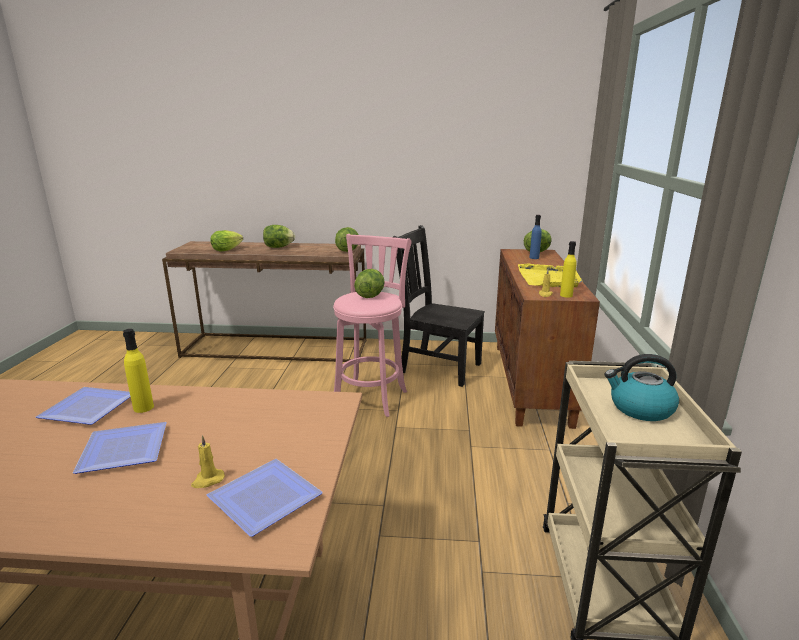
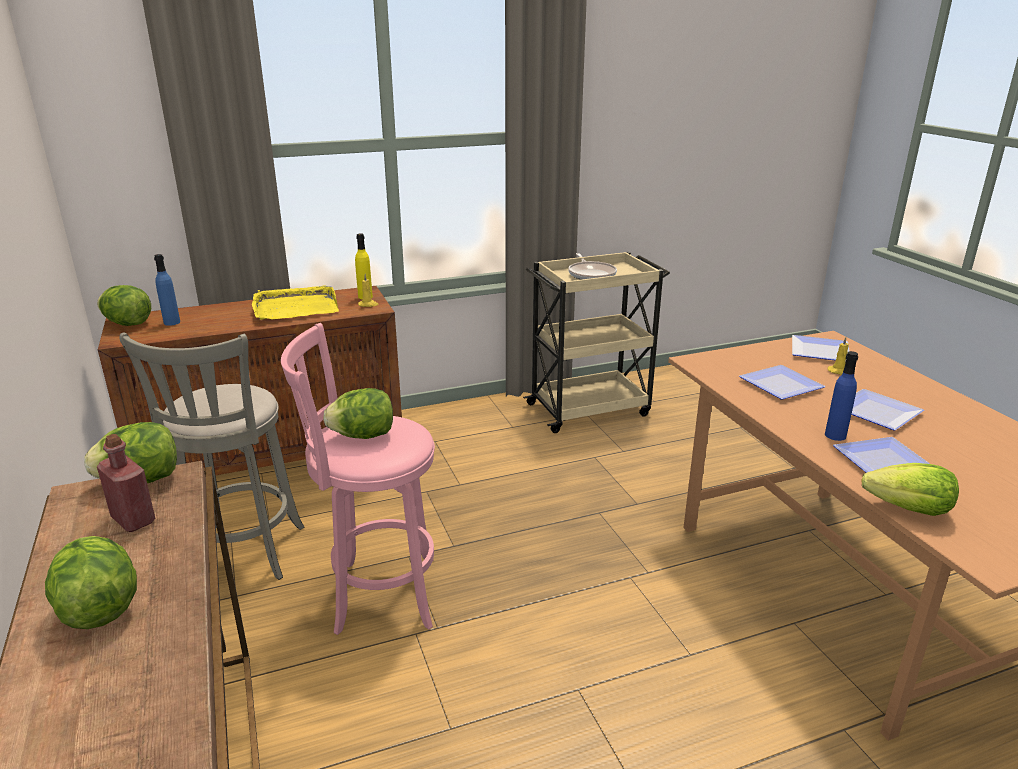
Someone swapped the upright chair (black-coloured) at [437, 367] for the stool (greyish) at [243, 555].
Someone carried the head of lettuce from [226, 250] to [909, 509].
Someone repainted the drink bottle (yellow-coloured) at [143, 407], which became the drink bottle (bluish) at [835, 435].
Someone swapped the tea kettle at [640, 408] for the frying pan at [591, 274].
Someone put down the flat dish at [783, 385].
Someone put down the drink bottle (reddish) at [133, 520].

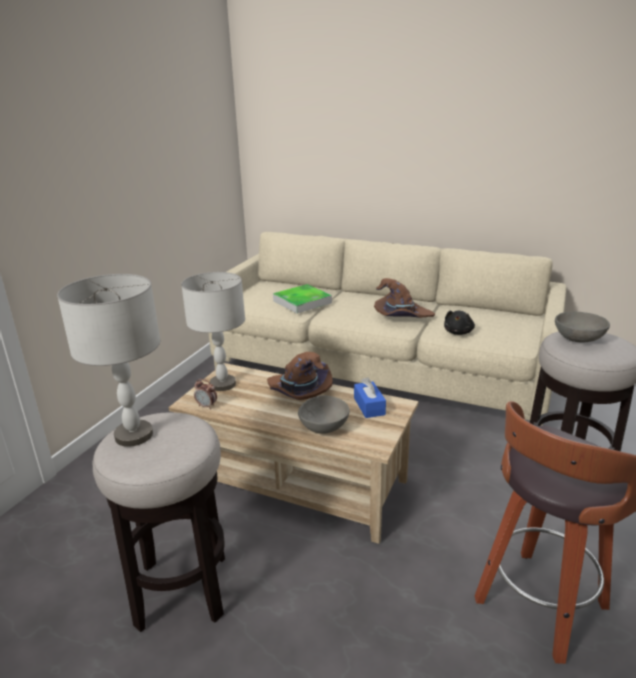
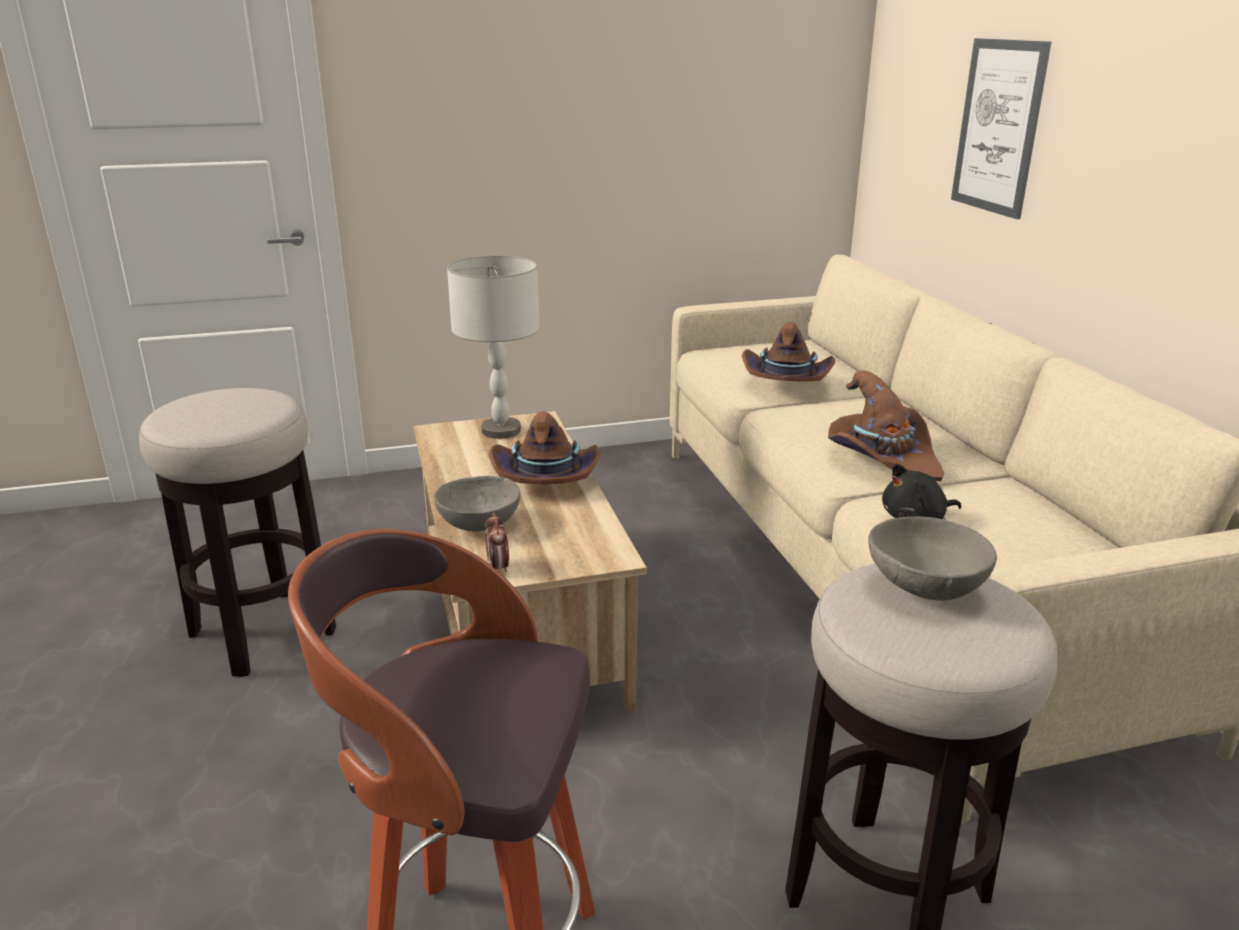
Someone took away the table lamp (greyish) at [134, 435].
Someone swapped the serving tray at [302, 302] for the hat (brown) at [786, 381].
Someone took away the tissue holder (bluish) at [369, 406].
Someone carried the alarm clock from [207, 406] to [498, 568].
Someone put up the picture at [998, 127].

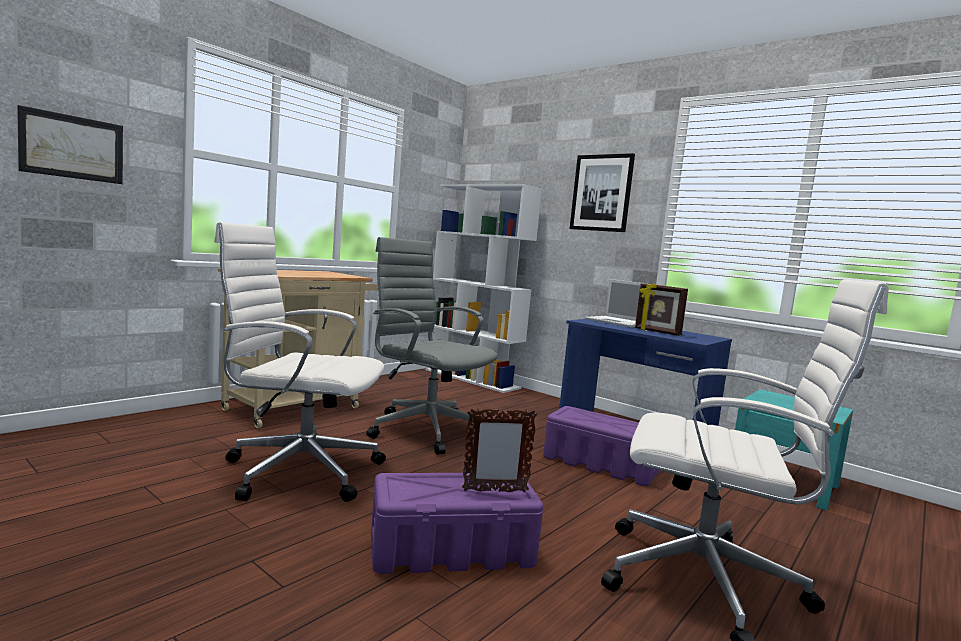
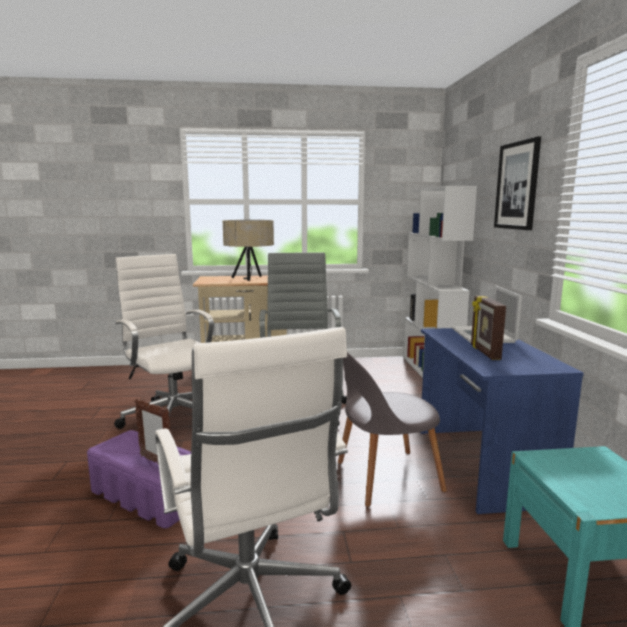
Someone took away the picture at [72, 147].
Someone swapped the storage bin (purple) at [599, 464] for the upright chair (greyish) at [384, 477].
Someone put down the table lamp (beige-coloured) at [250, 278].

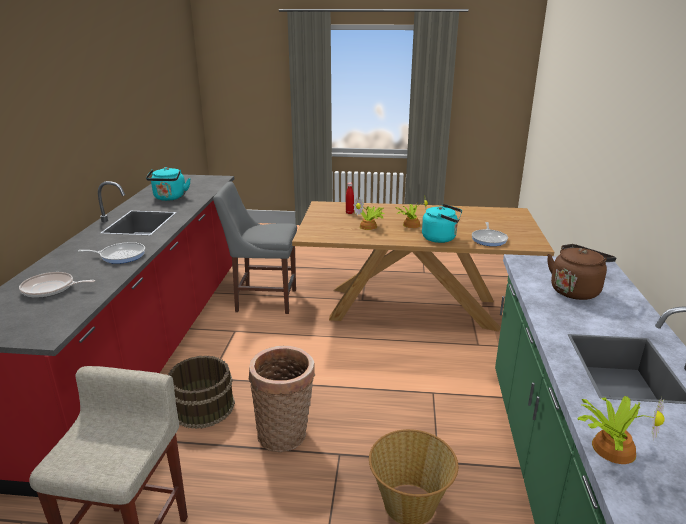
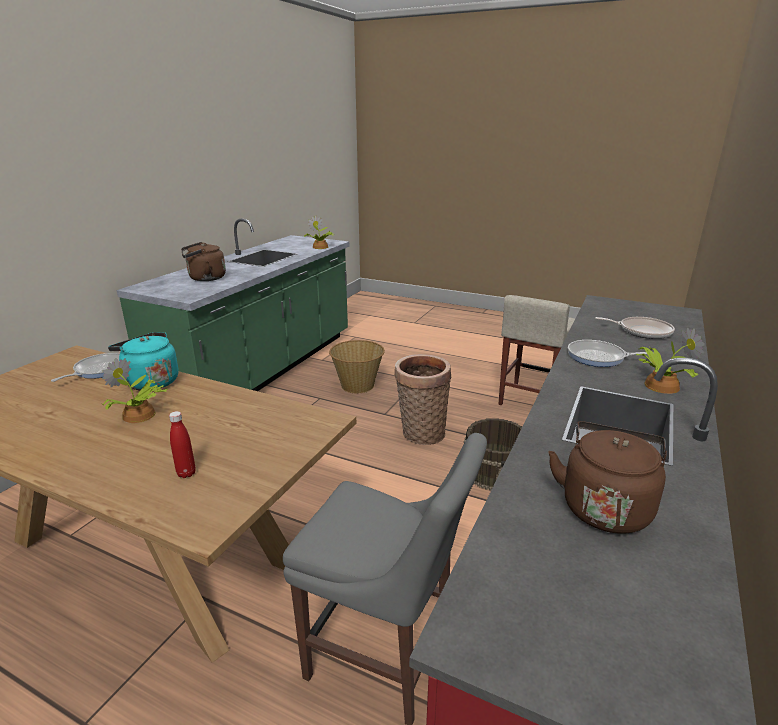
Someone repainted the tea kettle (turquoise) at [170, 198], which became the tea kettle (brown) at [605, 506].
Someone carried the potted plant from [369, 226] to [659, 385].

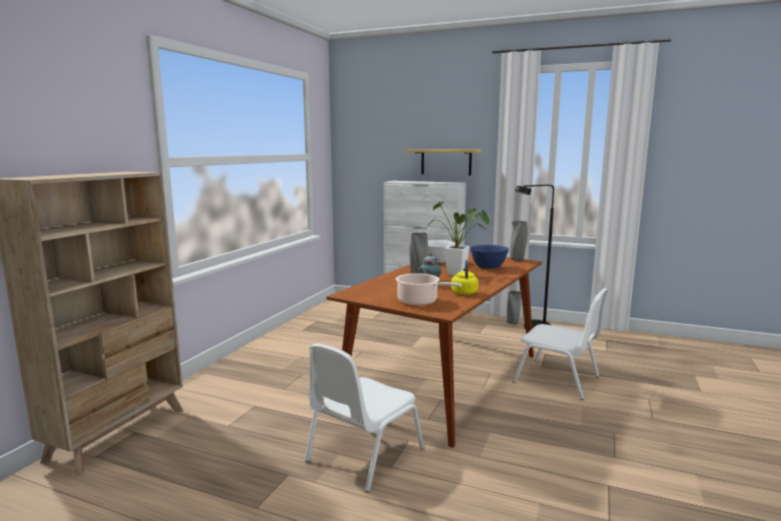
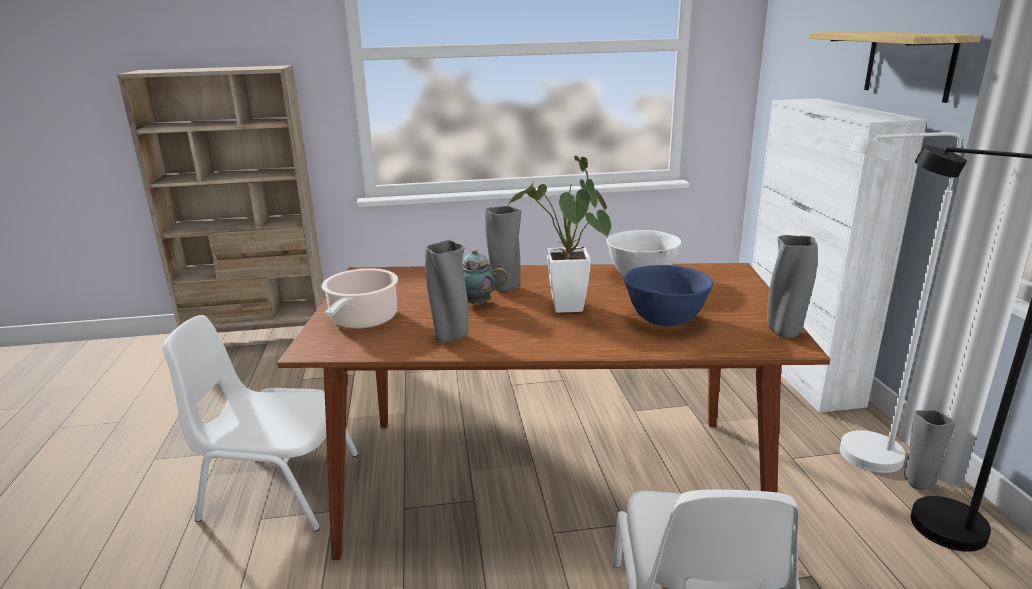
Someone swapped the tea kettle (yellow-coloured) at [464, 292] for the decorative vase (greyish) at [450, 338].
Someone put down the standard lamp (white) at [856, 458].

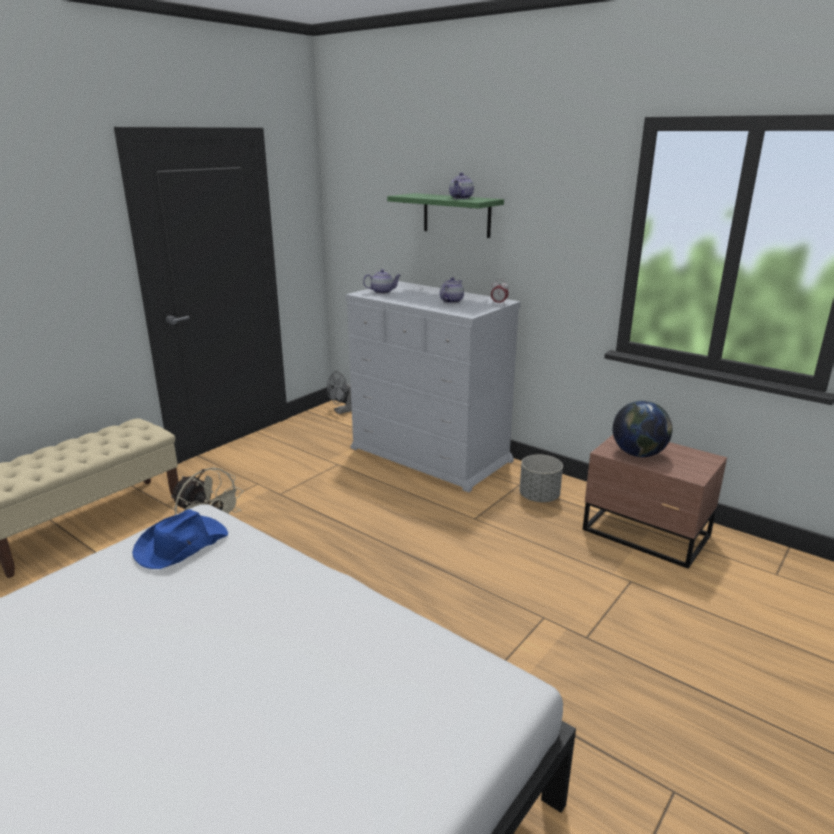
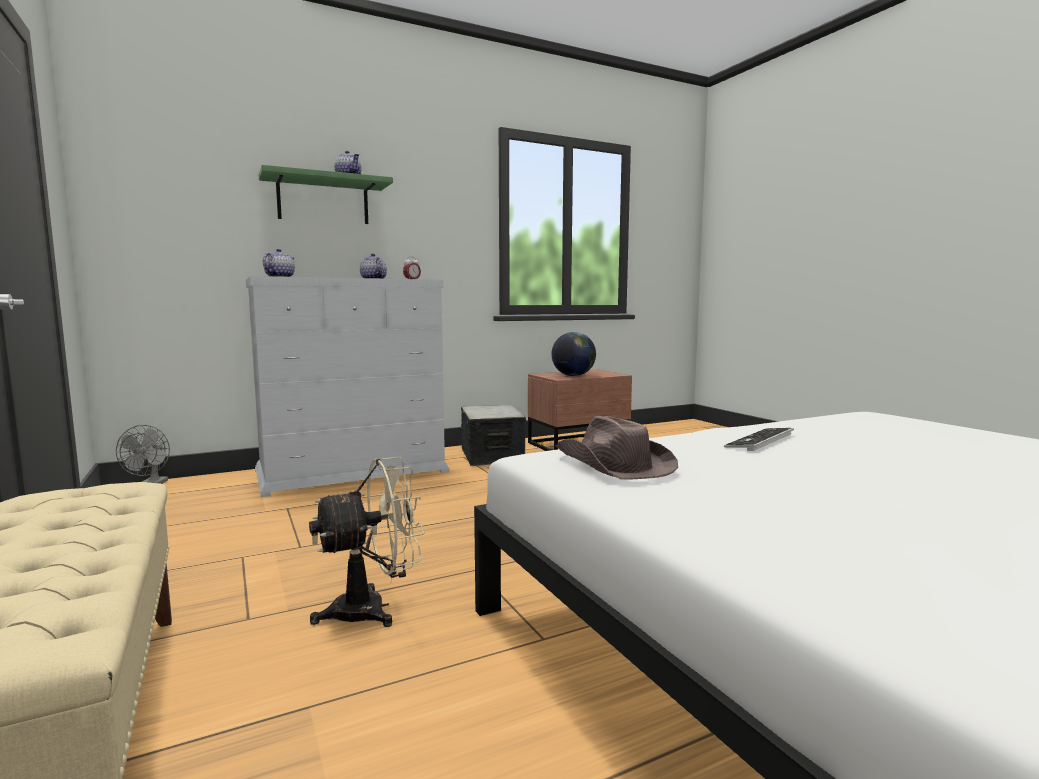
Someone swapped the planter (greyish) at [539, 497] for the storage bin at [492, 456].
Someone repainted the hat (bluish) at [180, 545], which became the hat (brown) at [613, 465].
Someone put down the keyboard at [760, 441].

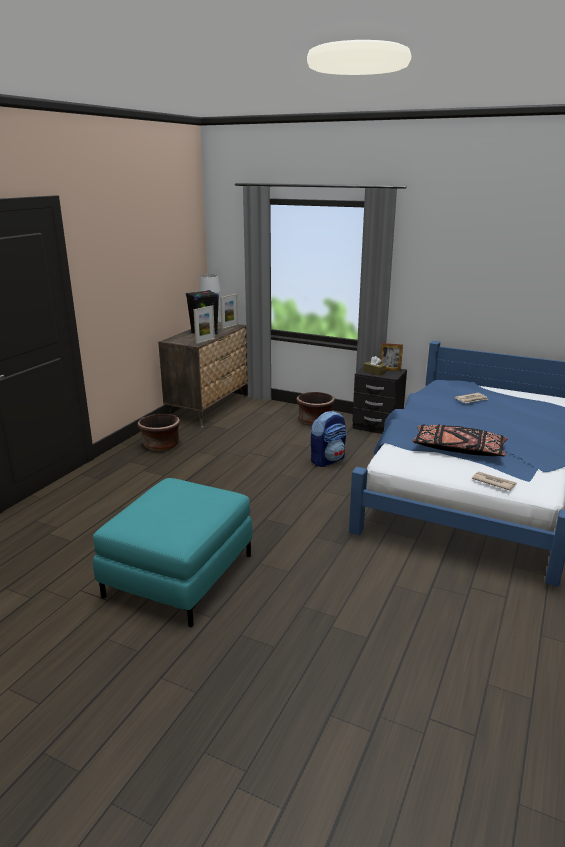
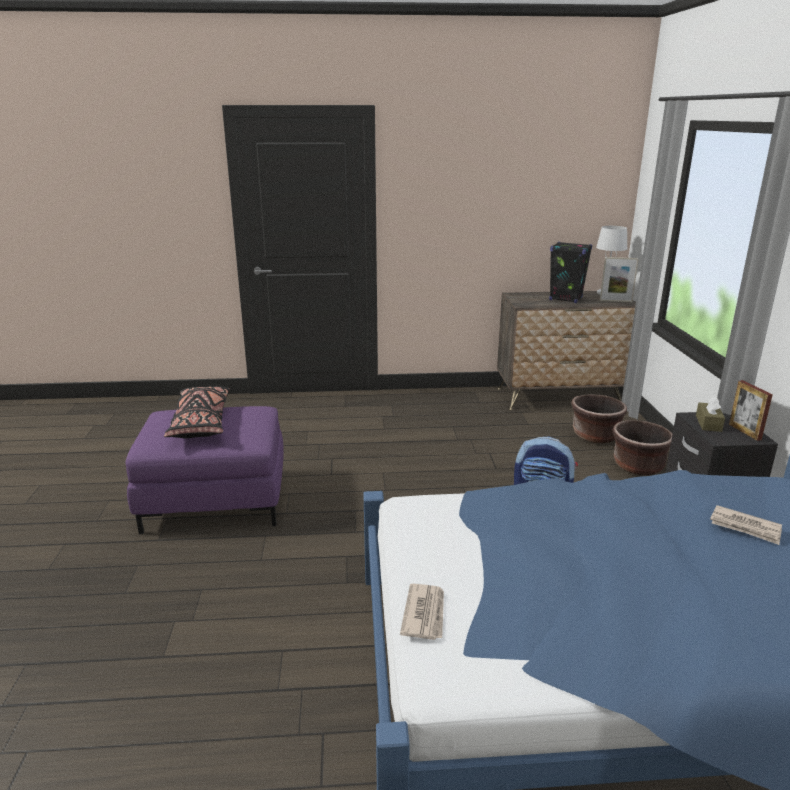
Someone took away the standing frame at [205, 341].
Someone carried the planter (brown) from [161, 445] to [595, 436].
Someone carried the cushion (black-coloured) from [458, 449] to [201, 422].
Someone repainted the ottoman (turquoise) at [179, 575], which became the ottoman (purple) at [216, 499].

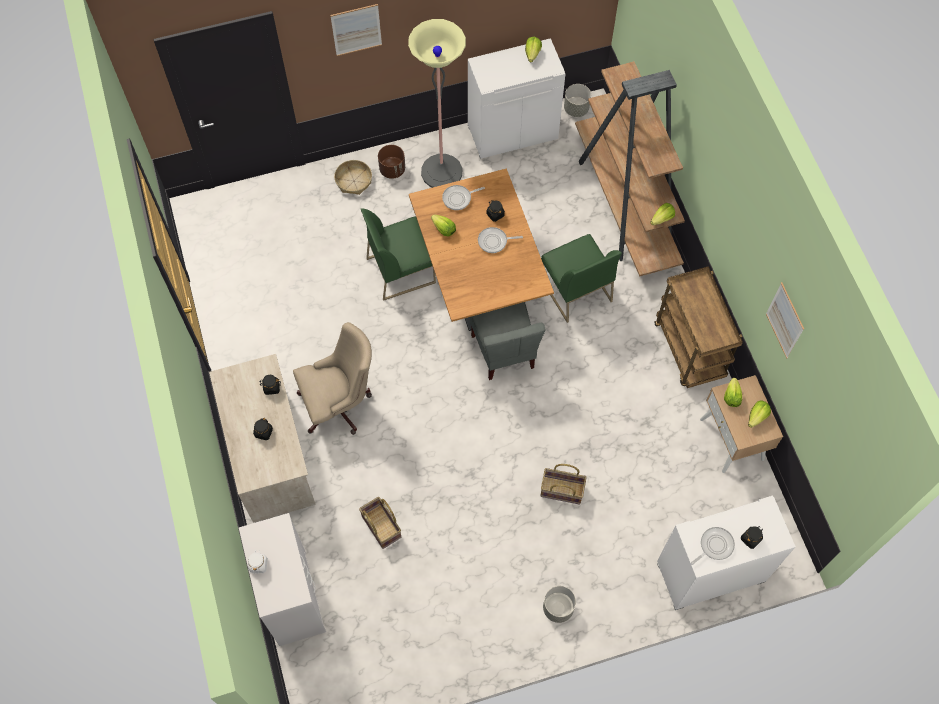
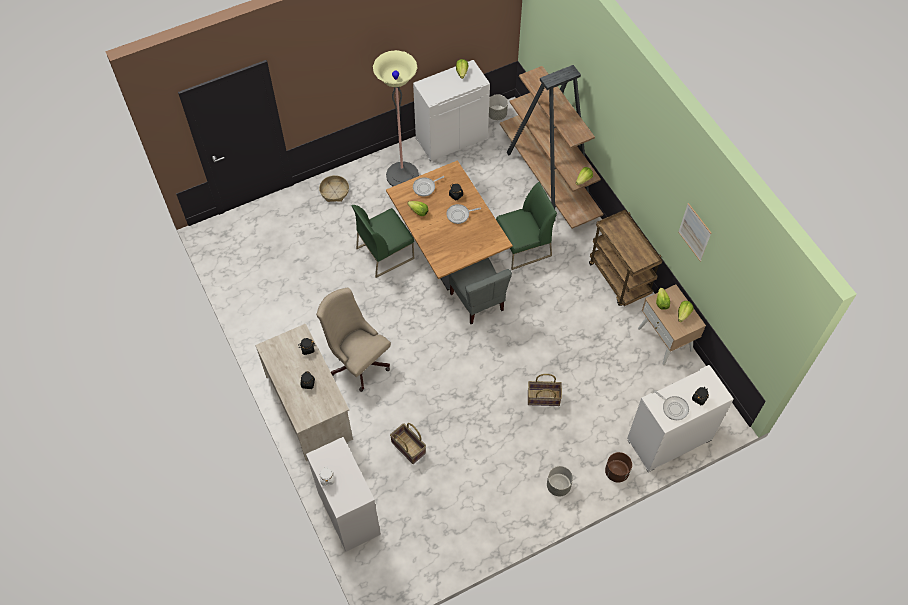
Someone took away the picture at [356, 30].
Someone carried the planter (brown) from [392, 169] to [616, 472].
Someone rotated the upright chair (greenish) at [575, 289] by 75 degrees counterclockwise.
Someone rotated the computer chair (beige-coloured) at [340, 404] by 105 degrees counterclockwise.
Someone rotated the frying pan at [714, 546] by 90 degrees clockwise.

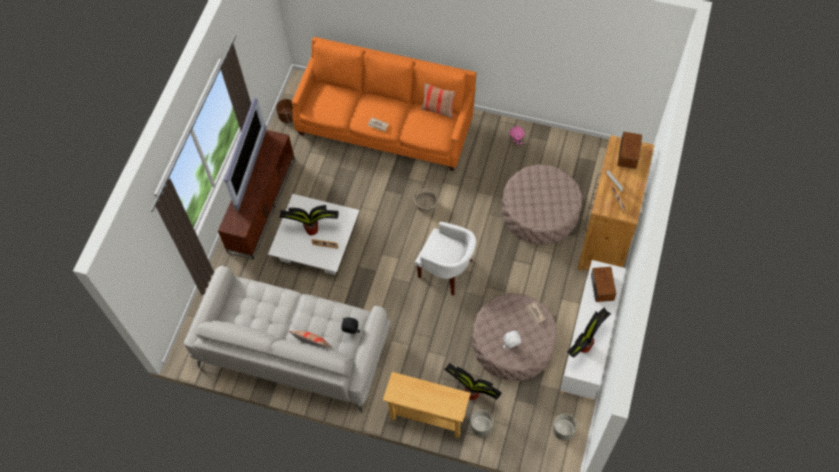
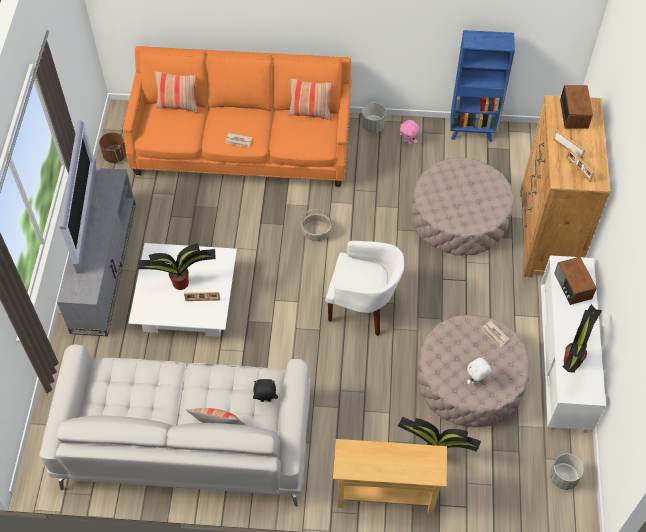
Someone repainted the tv unit (brown) at [261, 204], which became the tv unit (greyish) at [103, 266].
Someone carried the planter (greyish) from [481, 426] to [373, 126].
Someone put down the shelving unit (bluish) at [472, 131].
Someone put down the cushion at [178, 105].

